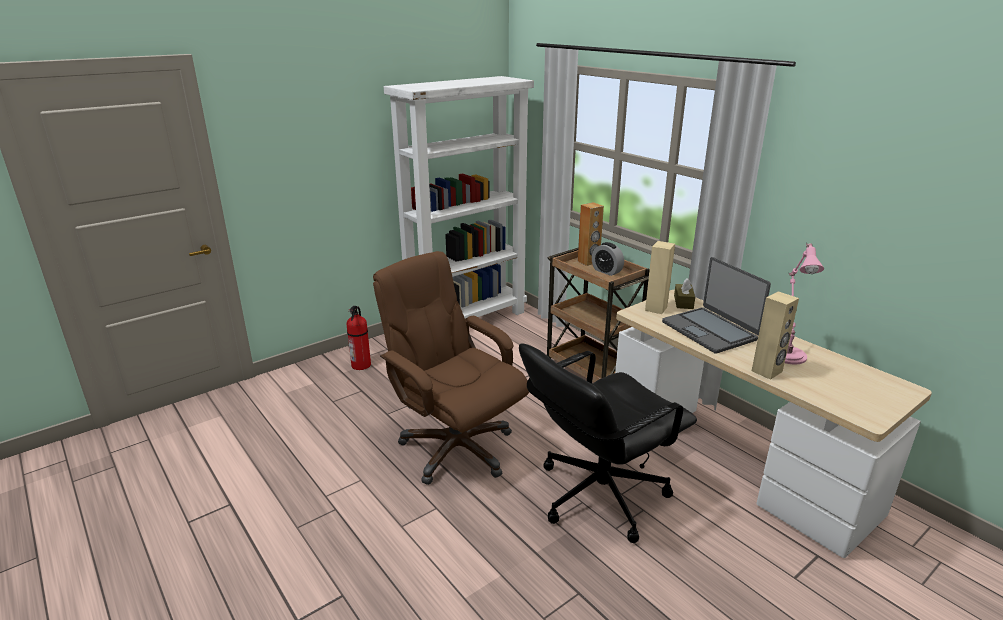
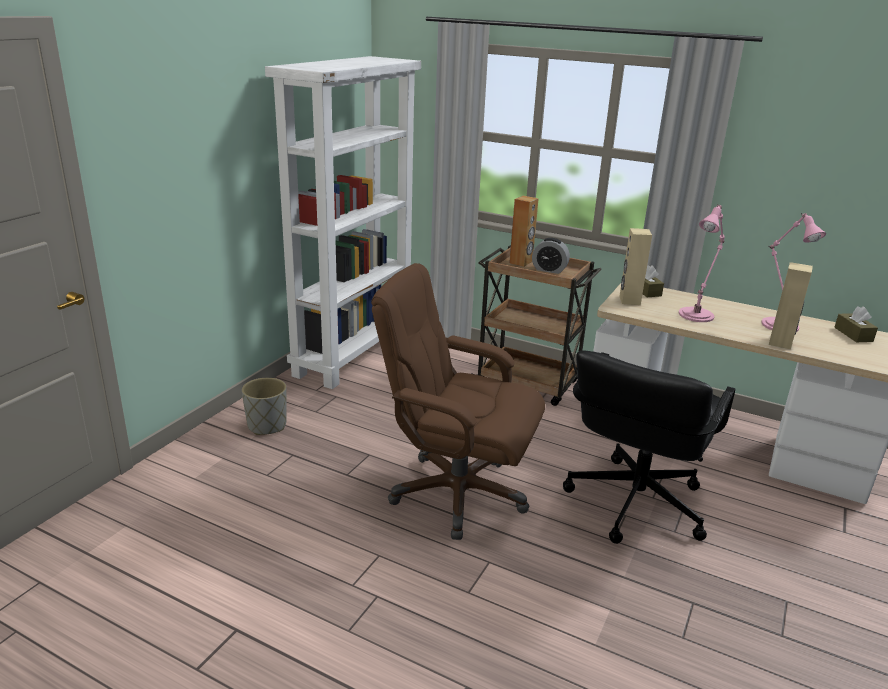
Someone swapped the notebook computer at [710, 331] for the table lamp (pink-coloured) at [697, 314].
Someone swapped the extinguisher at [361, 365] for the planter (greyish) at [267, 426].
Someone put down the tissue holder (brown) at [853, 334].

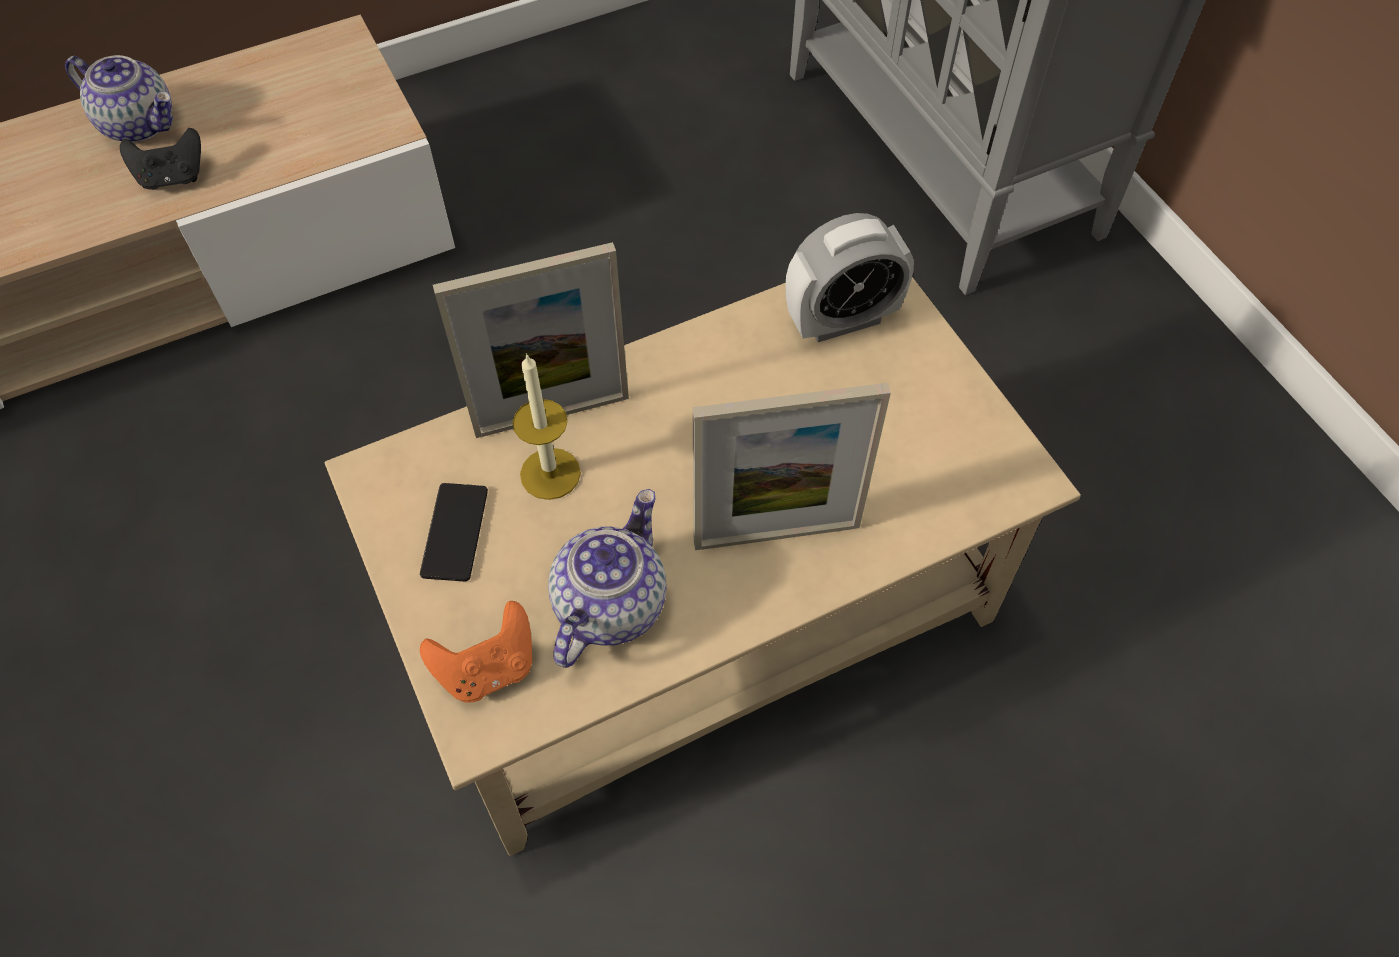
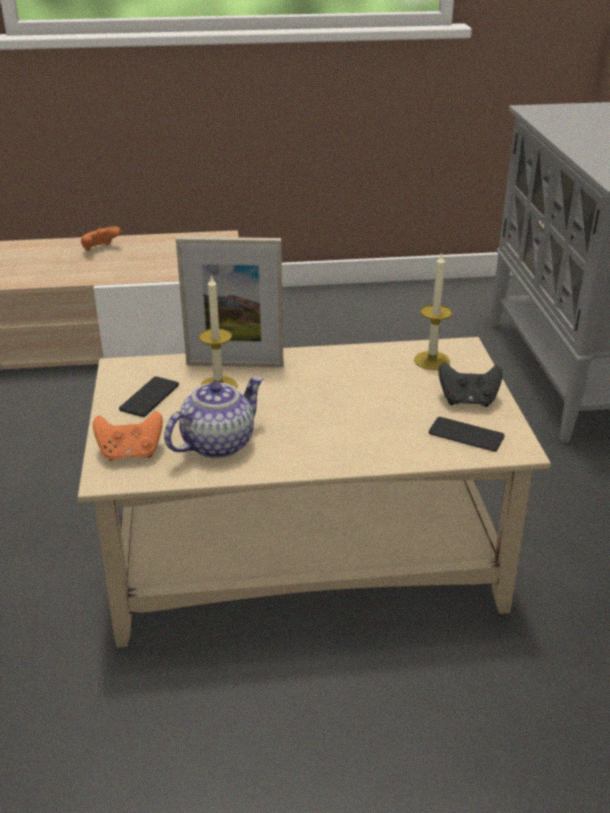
Someone swapped the pot for tea at [140, 124] for the gamepad (orange) at [100, 250].
Someone carried the gamepad (black-coloured) from [173, 178] to [468, 401].
Someone swapped the alarm clock at [842, 320] for the wax candle at [432, 360].
Someone took away the standing frame at [776, 534].
Someone put down the handset at [466, 435].

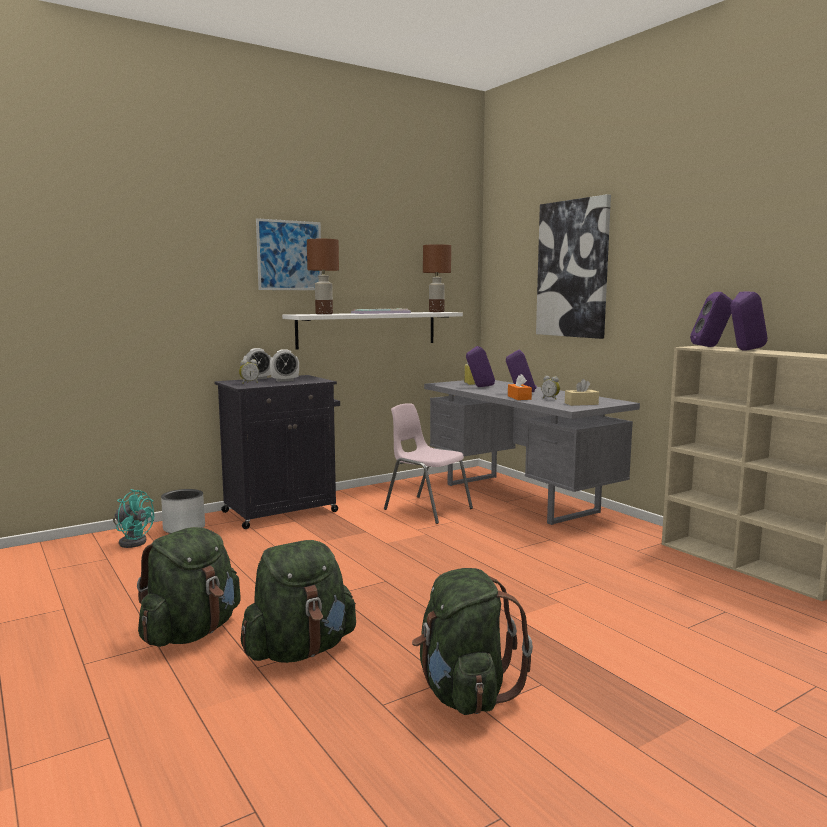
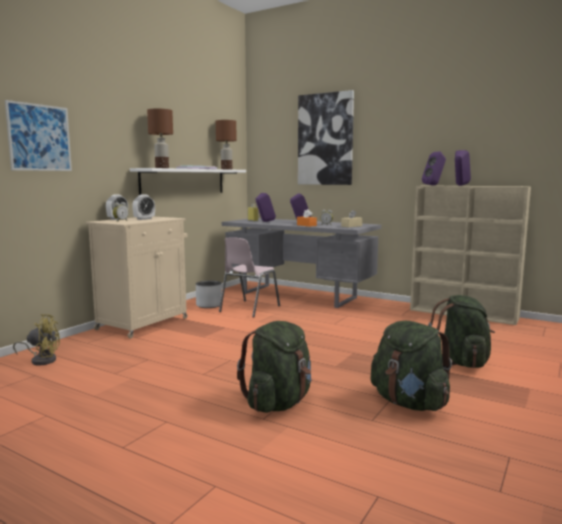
Someone carried the picture from [289, 255] to [39, 137].
Someone repainted the storage cabinet (black-coloured) at [282, 511], which became the storage cabinet (beige-coloured) at [144, 323].
Someone rotated the upright chair (pink-coloured) at [426, 509] by 75 degrees counterclockwise.
Someone repainted the electric fan (turquoise) at [132, 541], which became the electric fan (yellow-coloured) at [42, 360].
Someone carried the planter (greyish) from [184, 528] to [209, 305].
Someone carried the backpack (greenish) from [191, 632] to [462, 362].

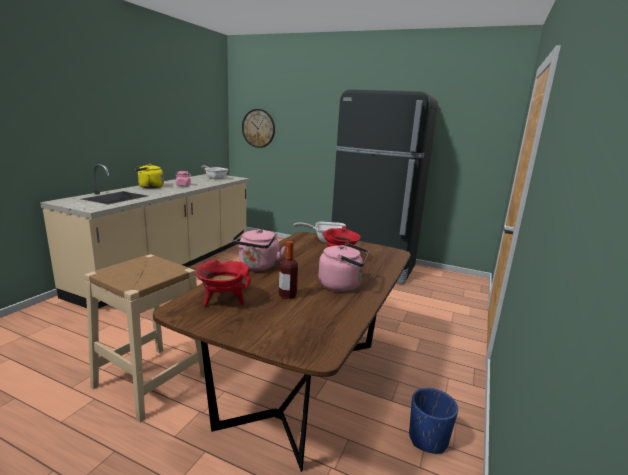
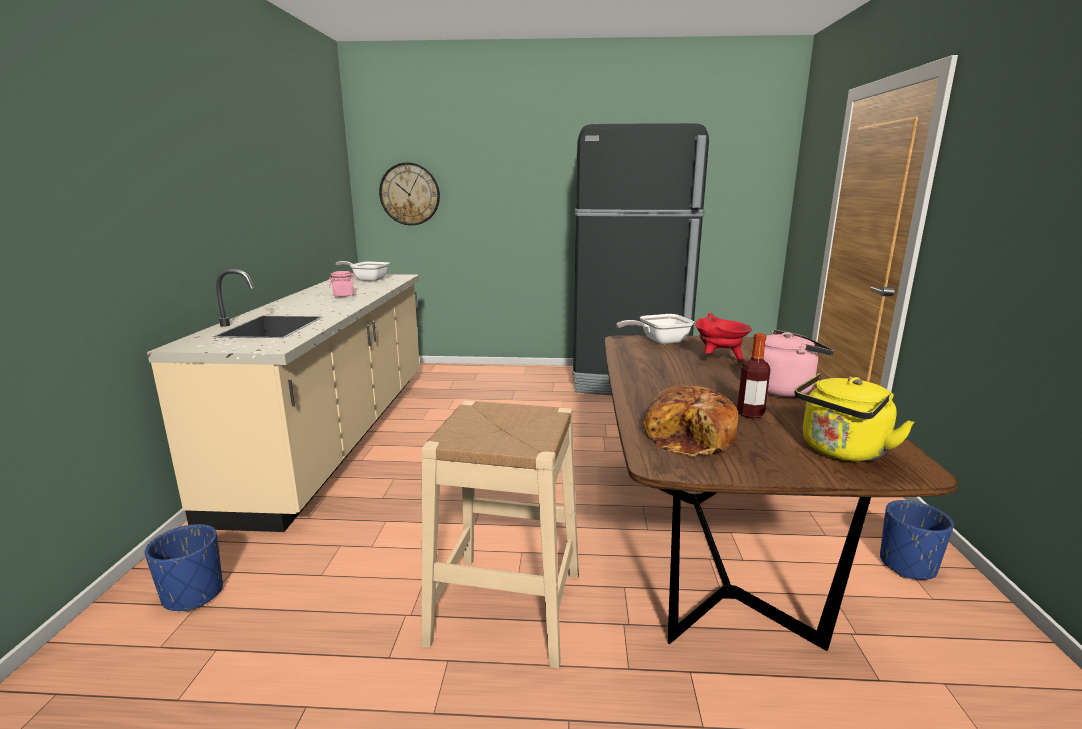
Someone carried the tea kettle (yellow-coloured) from [149, 187] to [840, 452].
Someone took away the tea kettle (pink-coloured) at [258, 267].
Someone swapped the stockpot (reddish) at [223, 301] for the baked bread at [692, 437].
Someone put down the planter (bluish) at [193, 595].

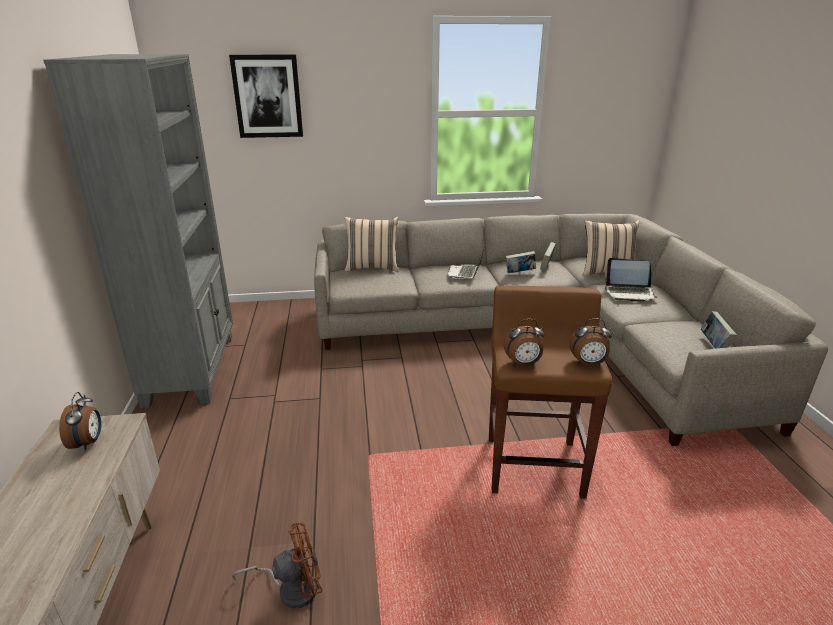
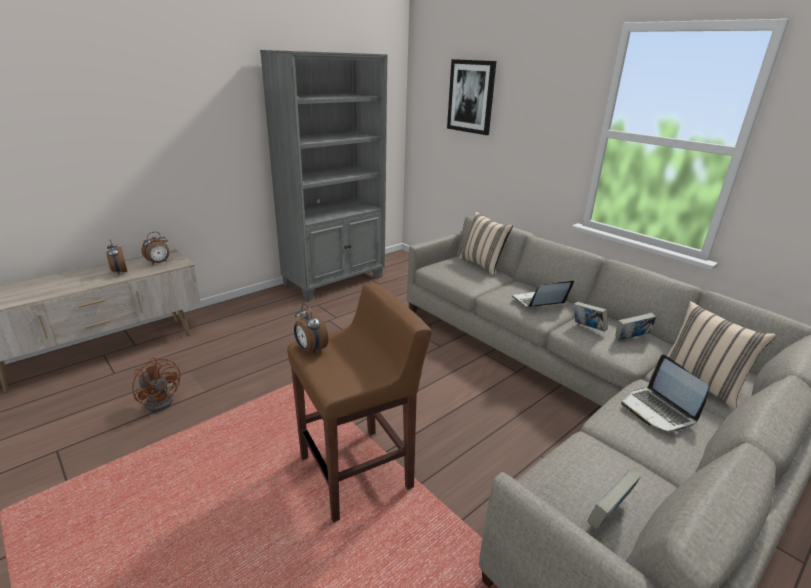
Someone carried the alarm clock from [588, 364] to [119, 272].

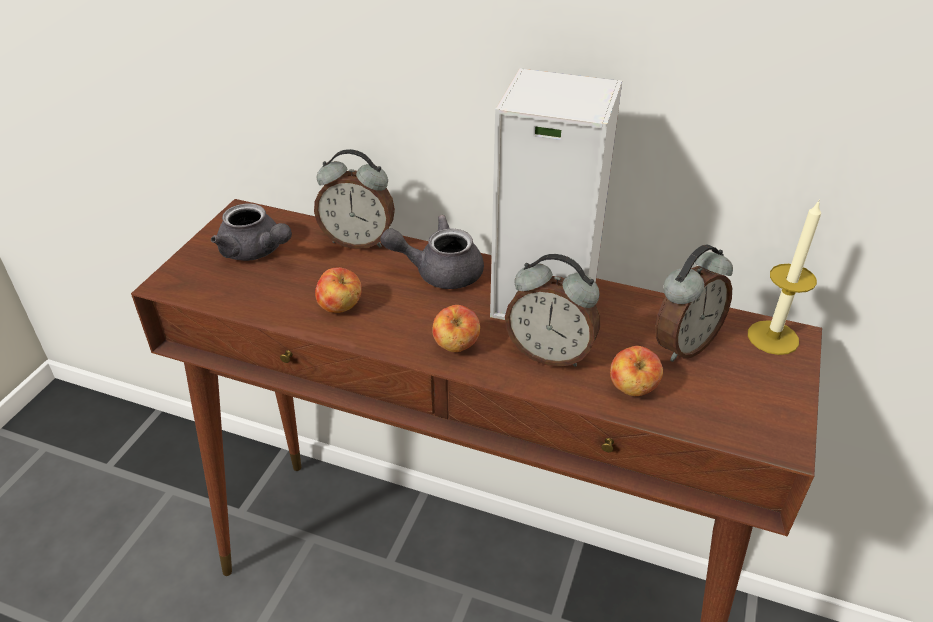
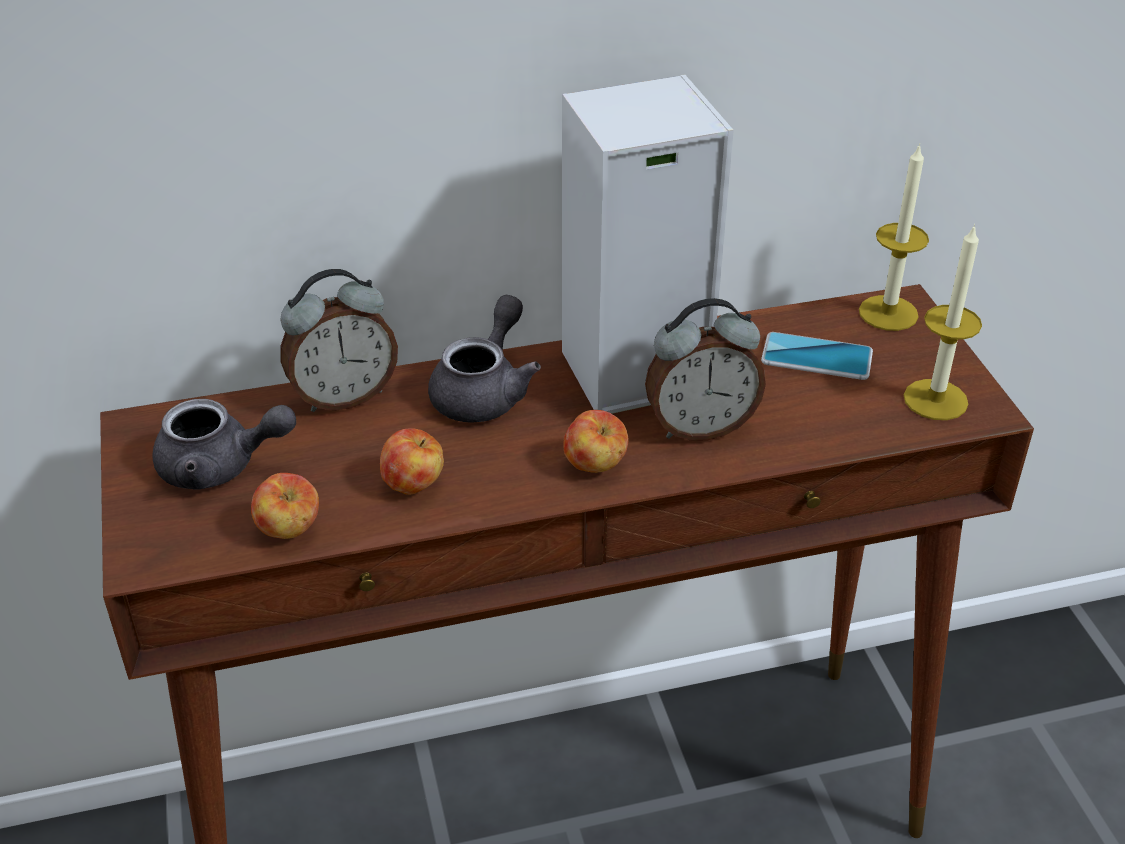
Someone rotated the pot for tea (greyish) at [439, 271] by 150 degrees clockwise.
Someone swapped the alarm clock at [683, 345] for the handset at [816, 357].
Someone carried the apple fruit from [632, 389] to [288, 530].
Someone put down the wax candle at [935, 400].

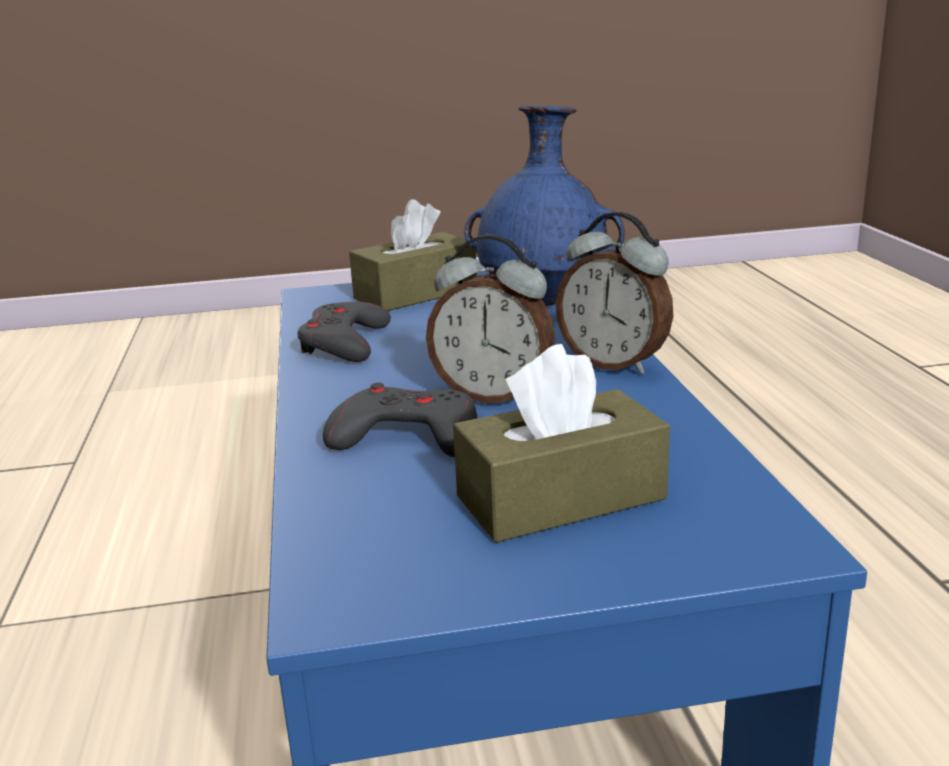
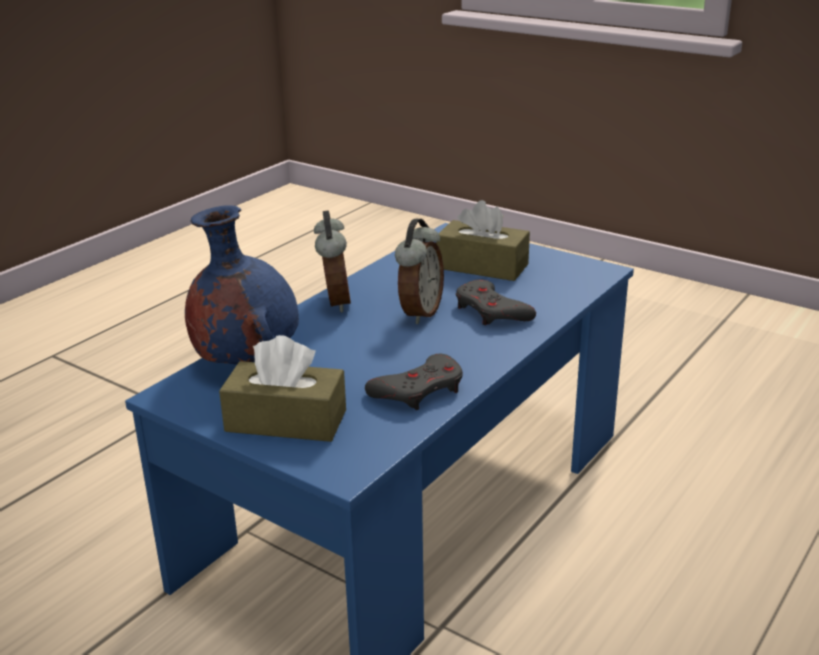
Someone rotated the alarm clock at [493, 395] by 45 degrees clockwise.

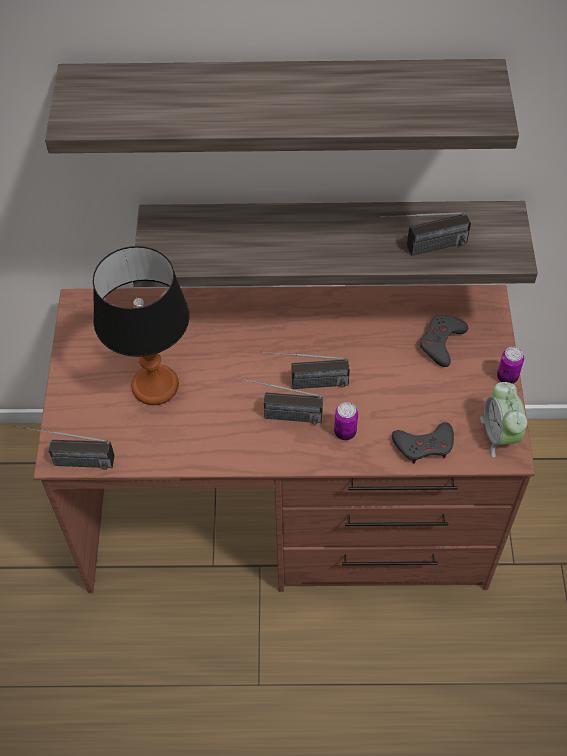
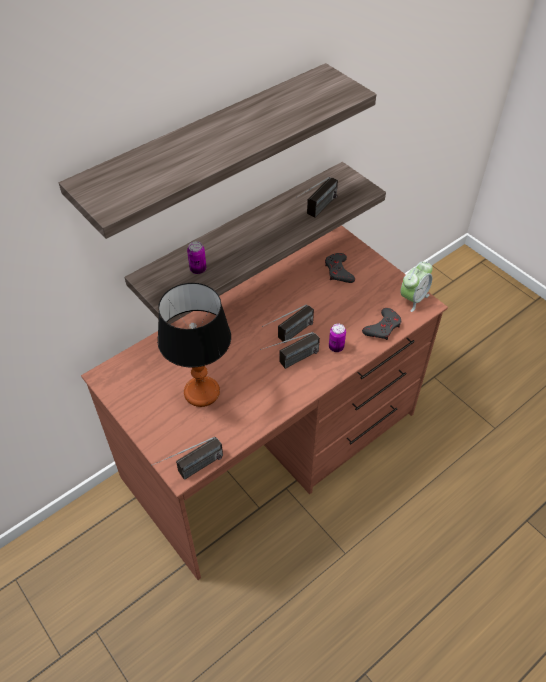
Someone carried the metal can from [507, 377] to [198, 269].
Someone rotated the alarm clock at [499, 435] by 90 degrees counterclockwise.

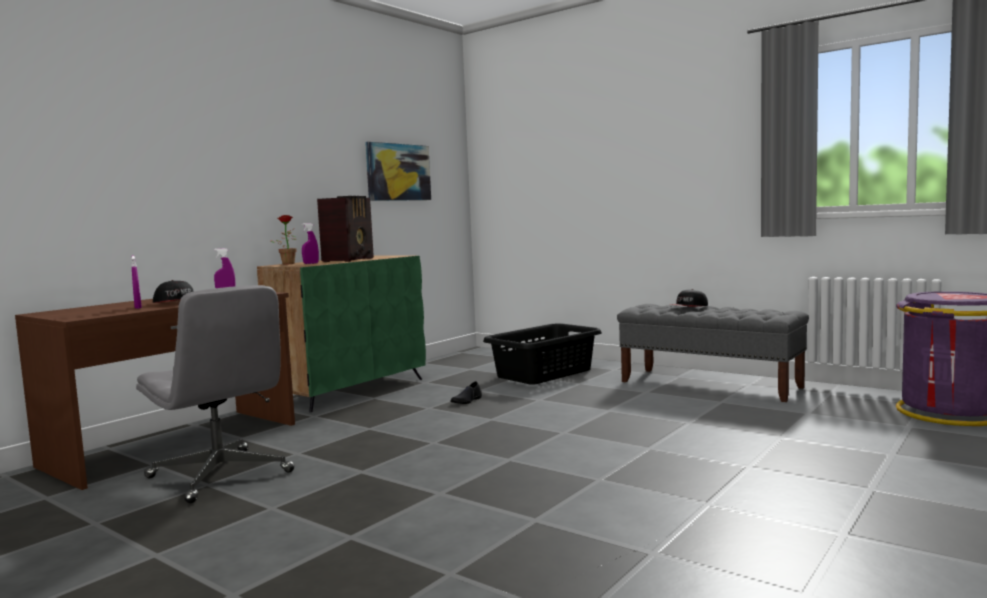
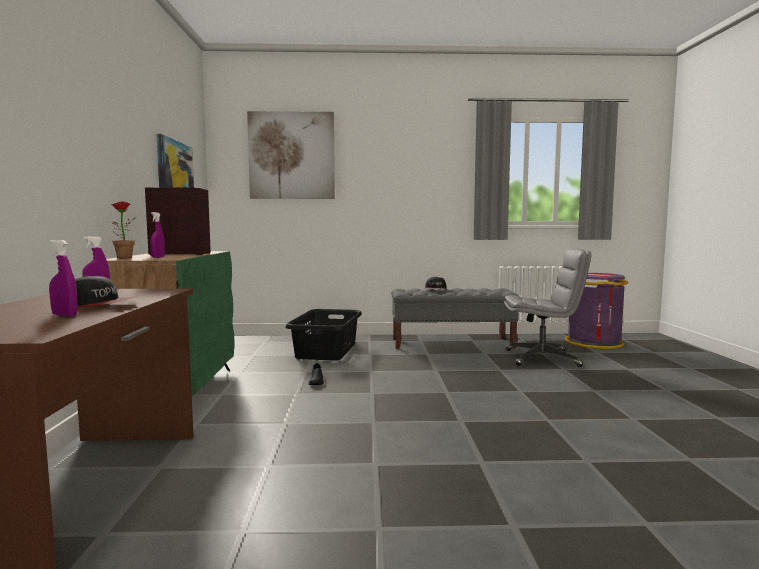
Someone rotated the radio at [349, 260] by 75 degrees counterclockwise.
Someone carried the computer chair (greyish) from [221, 475] to [542, 358].
Someone put up the picture at [291, 155].

